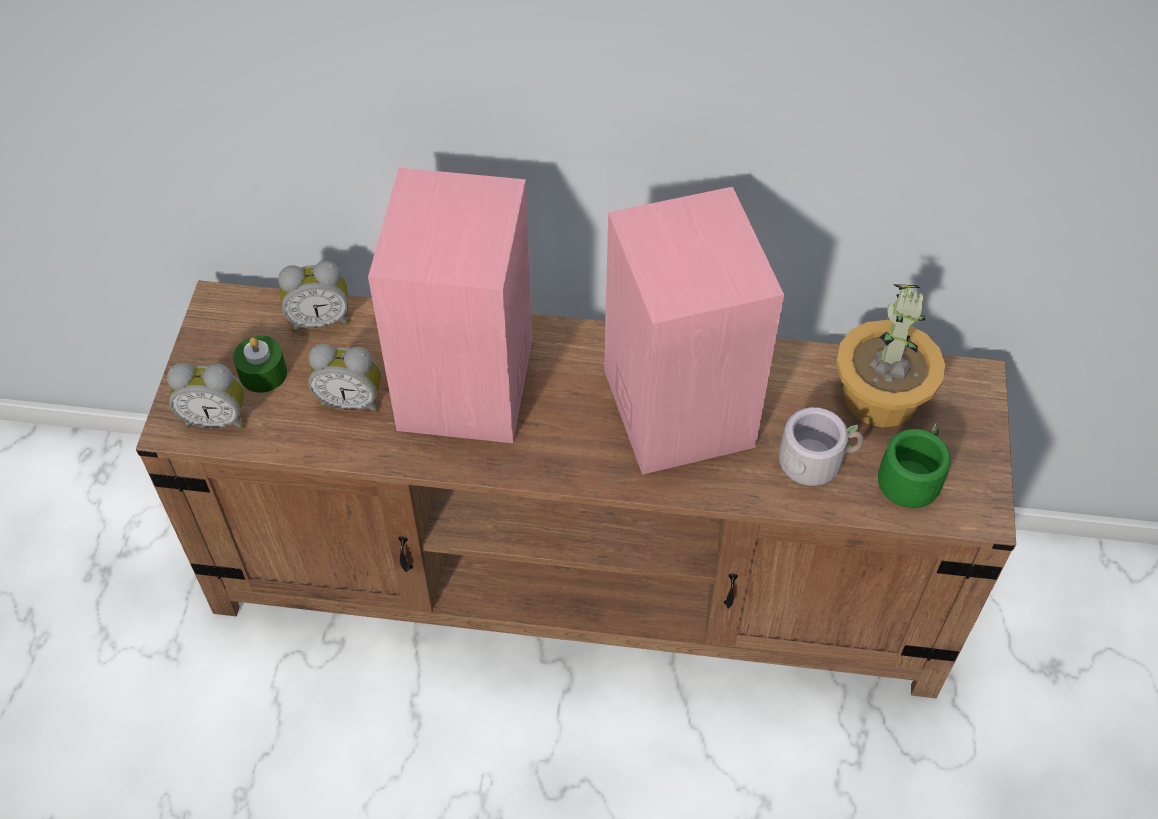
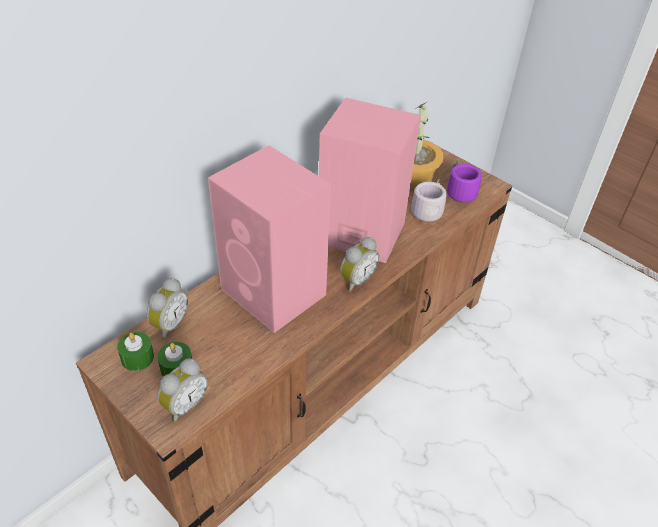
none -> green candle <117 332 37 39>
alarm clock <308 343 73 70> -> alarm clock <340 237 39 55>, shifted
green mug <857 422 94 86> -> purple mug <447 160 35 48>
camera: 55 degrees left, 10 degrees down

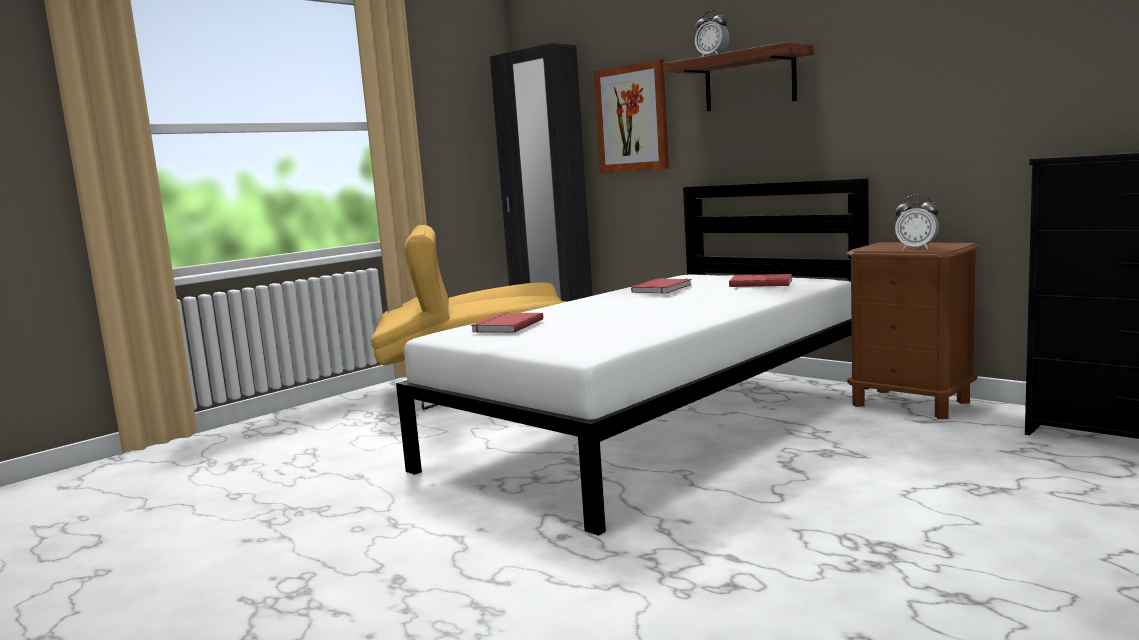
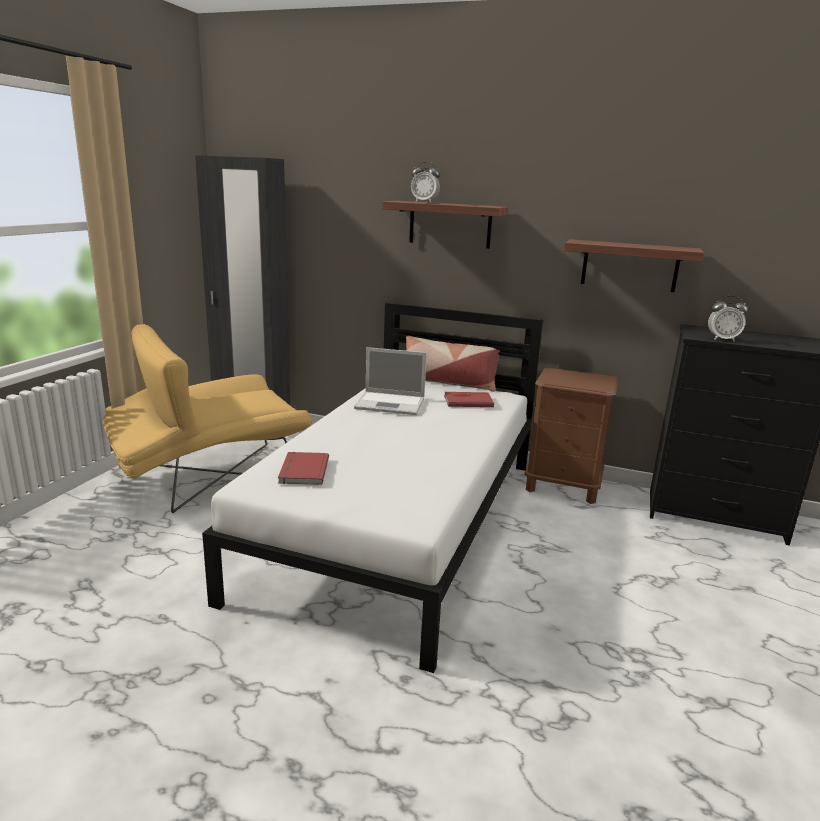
picture <594 60 75 113> -> none
none -> pillow <406 336 94 56>
none -> shelf <564 239 140 53>
alarm clock <895 195 44 55> -> alarm clock <708 296 40 46>, shifted
red book <631 279 61 15> -> laptop <354 347 73 68>
camera: 25 degrees left, 10 degrees up

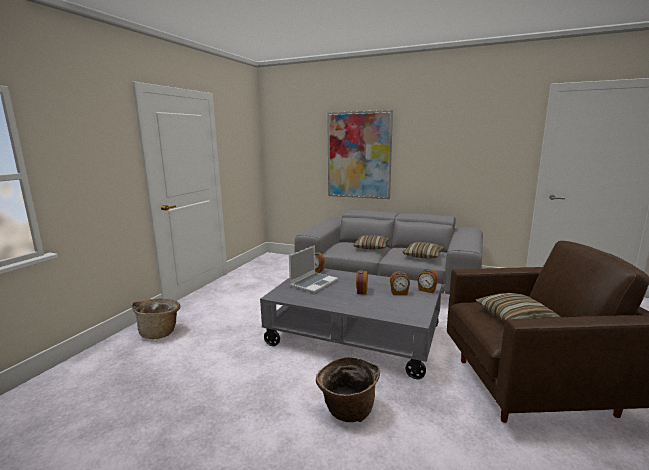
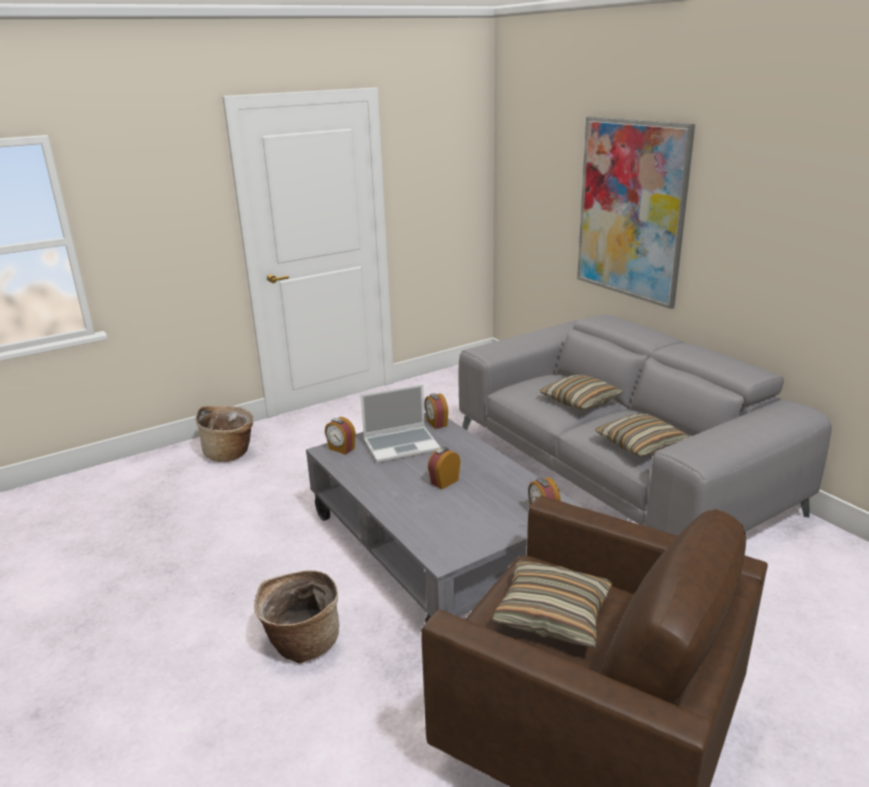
alarm clock <390 271 20 24> -> alarm clock <325 417 31 38>, shifted
camera: 35 degrees right, 10 degrees up

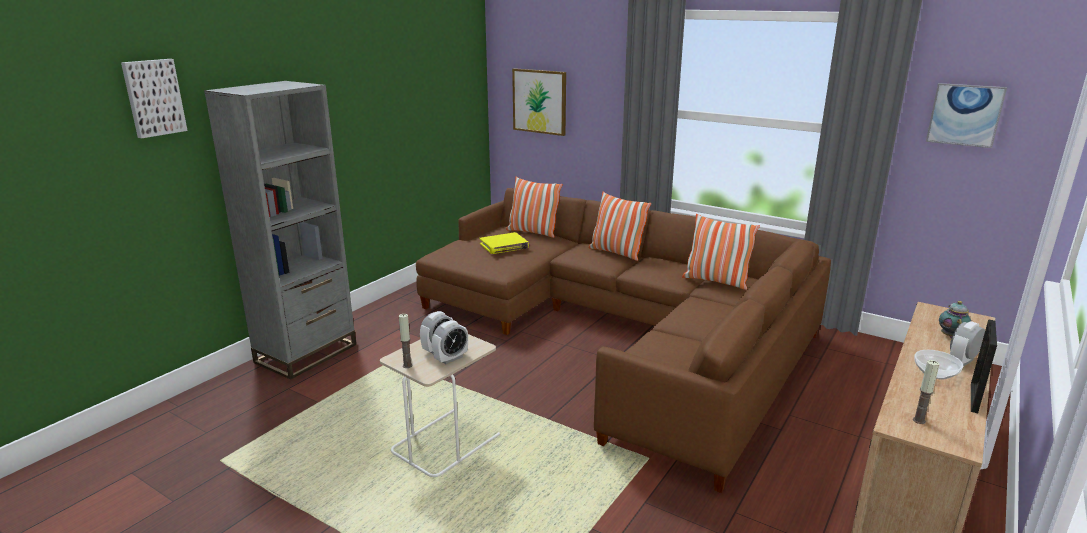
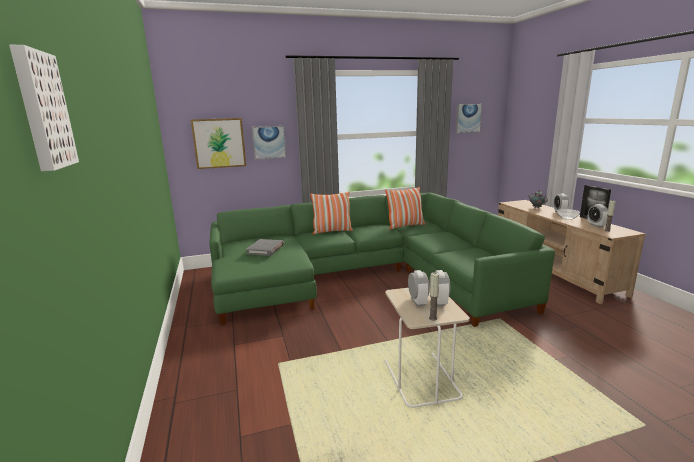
grey bookcase <204 81 152 299> -> none
pillow <506 177 57 61> -> none
none -> picture <252 126 34 34>
none -> alarm clock <588 204 20 24>
brown sofa <416 188 415 305> -> green sofa <210 193 345 134>
yellow book <480 232 49 22> -> grey book <246 239 38 17>
camera: 50 degrees left, 5 degrees down

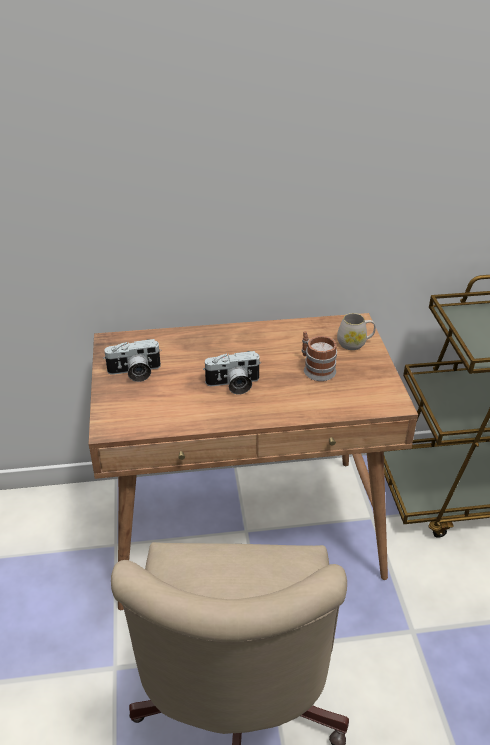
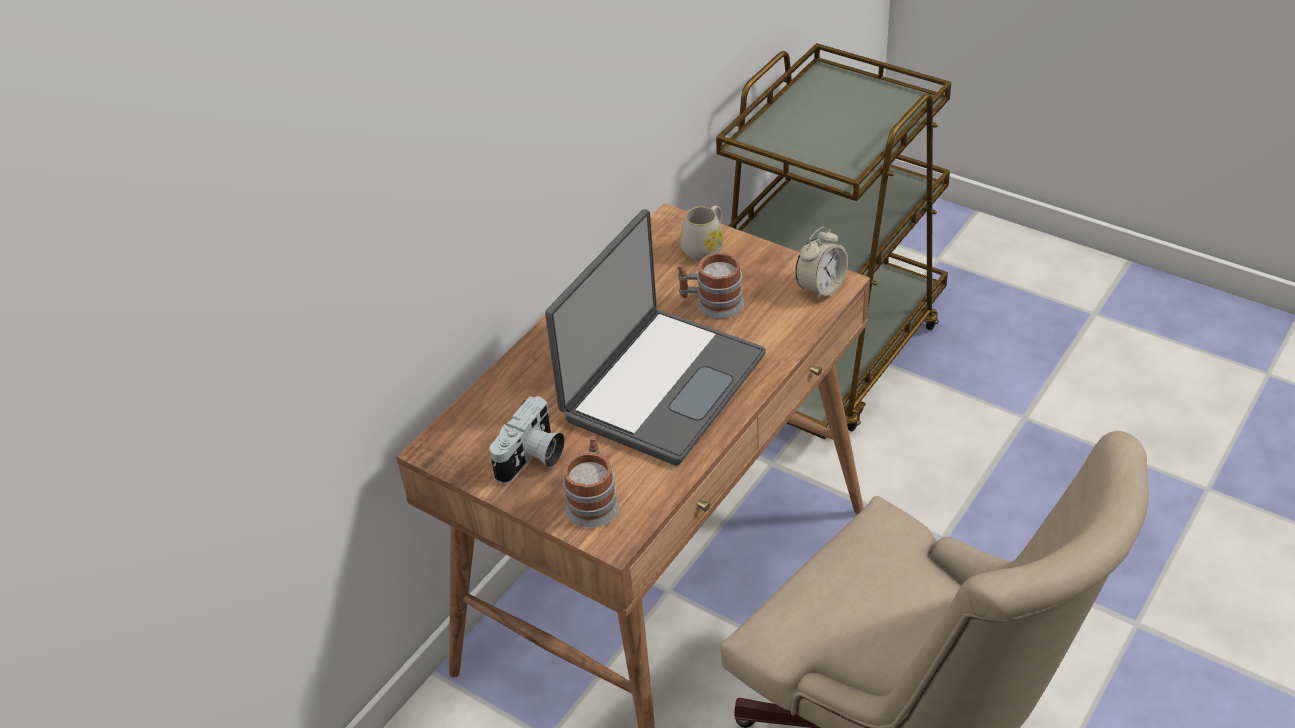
none -> mug <563 436 56 92>
none -> alarm clock <795 226 53 75>
photo camera <203 351 58 44> -> laptop <545 209 221 257>
camera: 45 degrees left, 5 degrees up

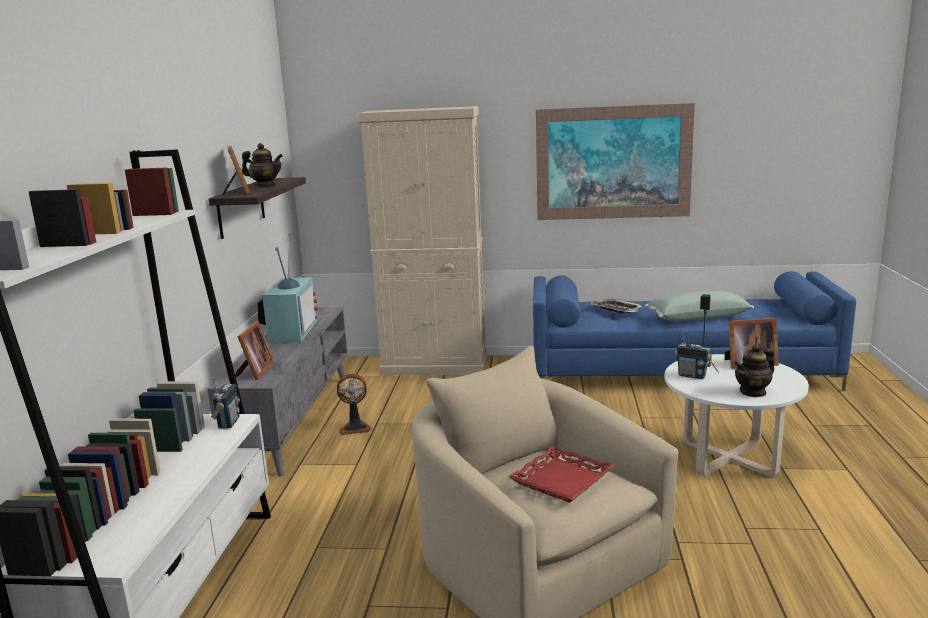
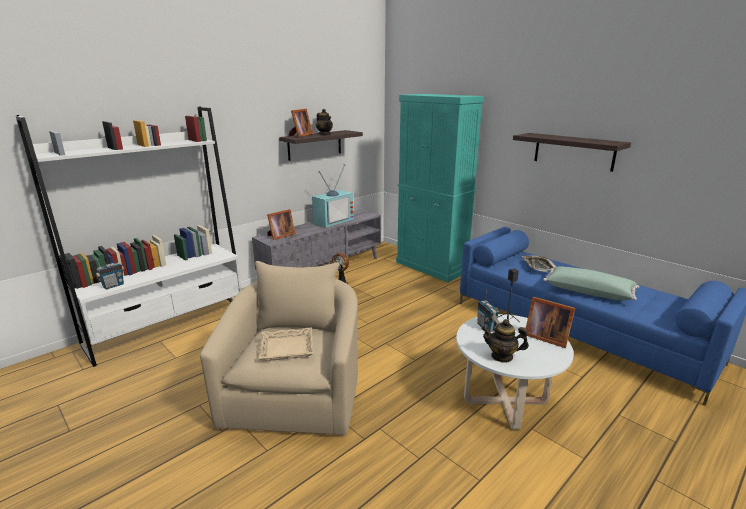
radio <211 377 29 52> -> radio <95 257 29 32>, shifted
picture <536 103 159 117> -> shelf <513 133 118 39>
beige cabinet <358 106 129 269> -> turquoise cabinet <396 94 88 188>
red tray <508 445 107 58> -> beige tray <258 328 56 33>
camera: 40 degrees right, 5 degrees up

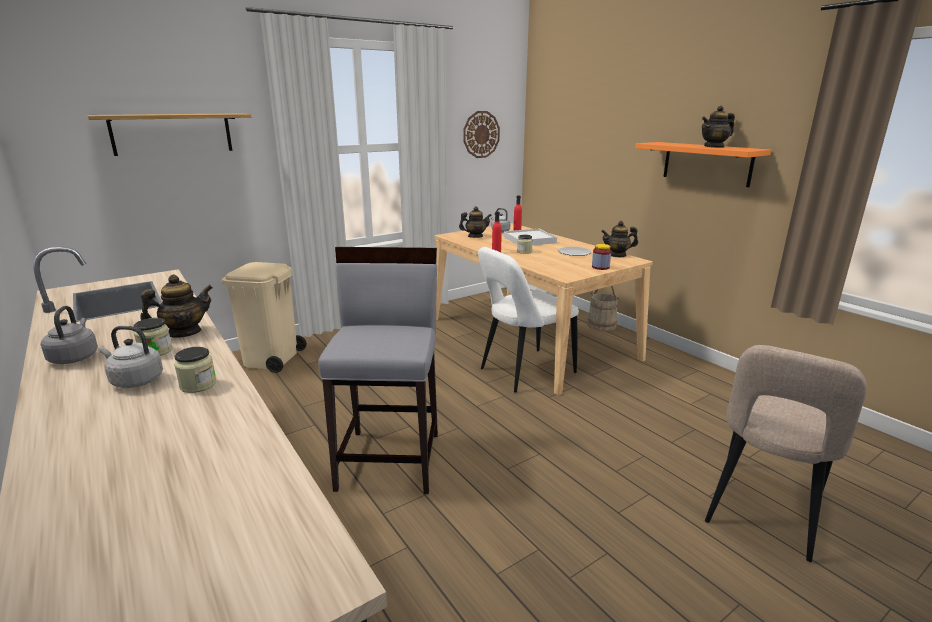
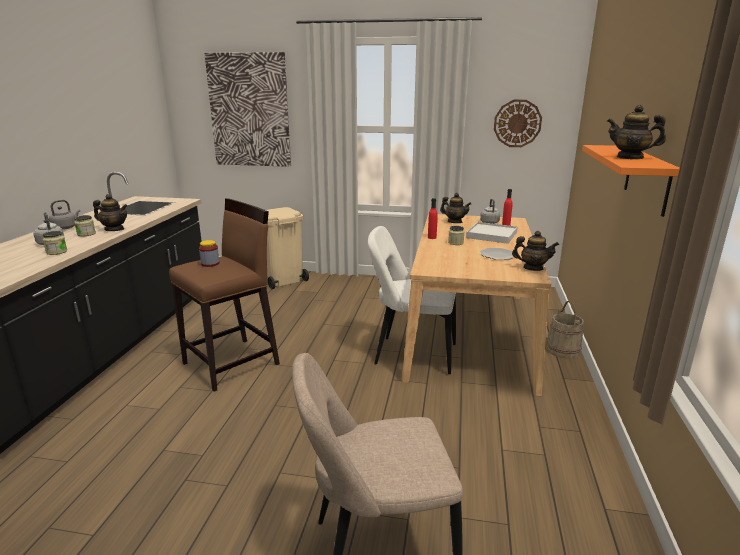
jar <592 244 19 26> -> jar <199 240 20 27>, shifted
shelf <87 113 164 43> -> picture <204 52 87 115>
grey stool <318 247 120 247> -> brown stool <169 198 111 194>
teapot <601 221 37 36> -> teapot <512 231 47 40>, 150 degrees clockwise
camera: 45 degrees right, 0 degrees up

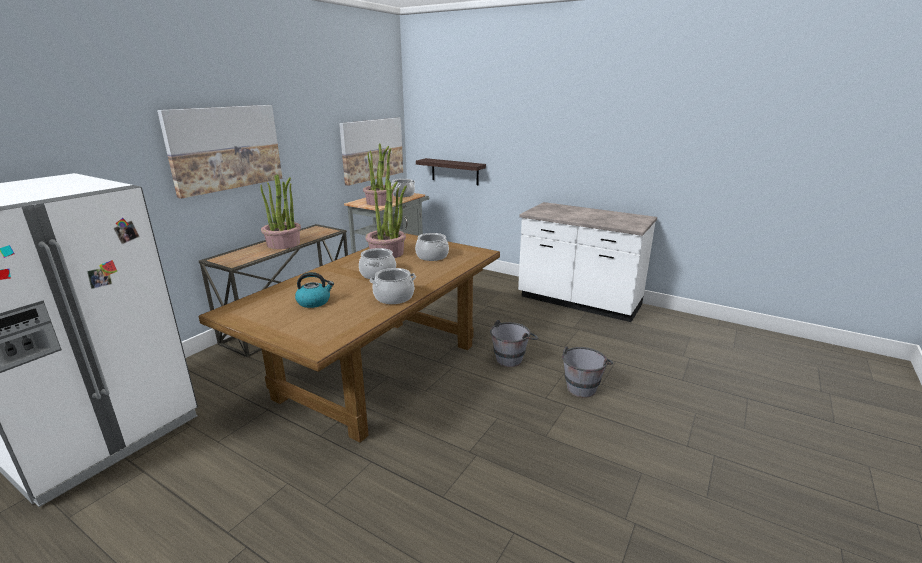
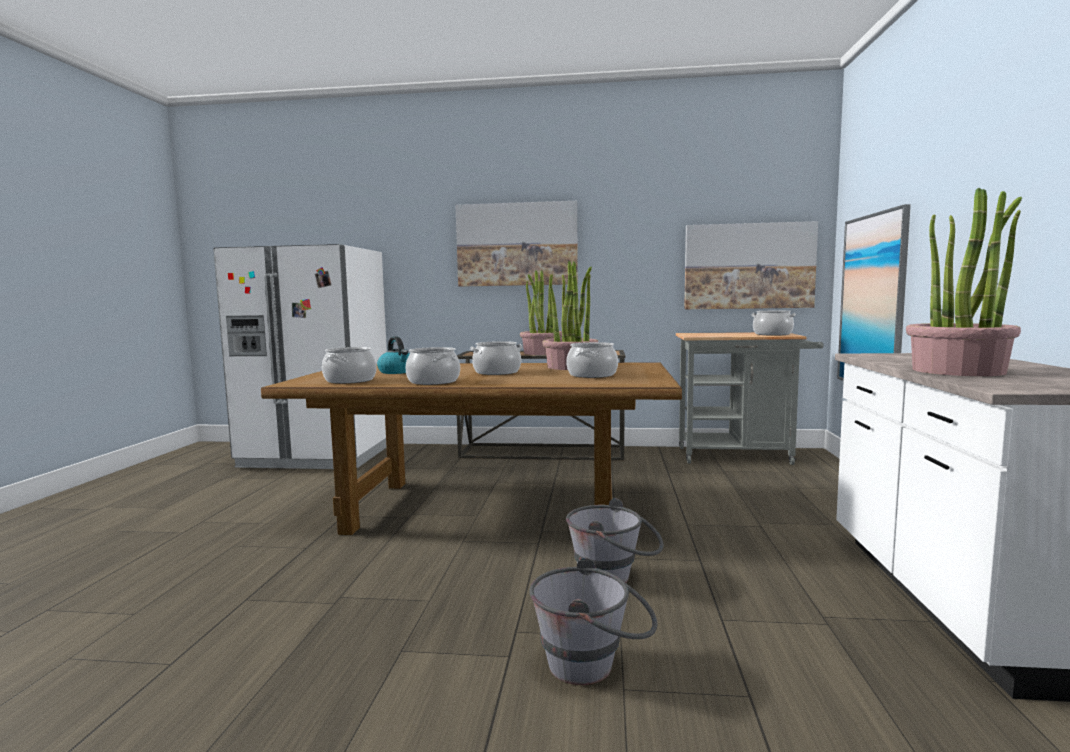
none -> cooking pot <322 347 55 37>
potted plant <363 143 31 63> -> potted plant <906 188 116 188>, shifted
shelf <416 158 70 27> -> picture <837 204 74 177>
camera: 65 degrees right, 15 degrees down

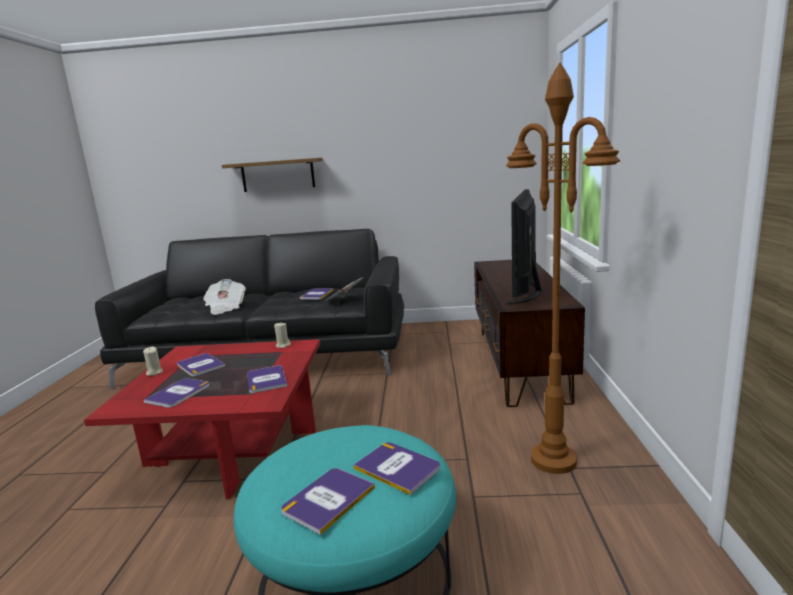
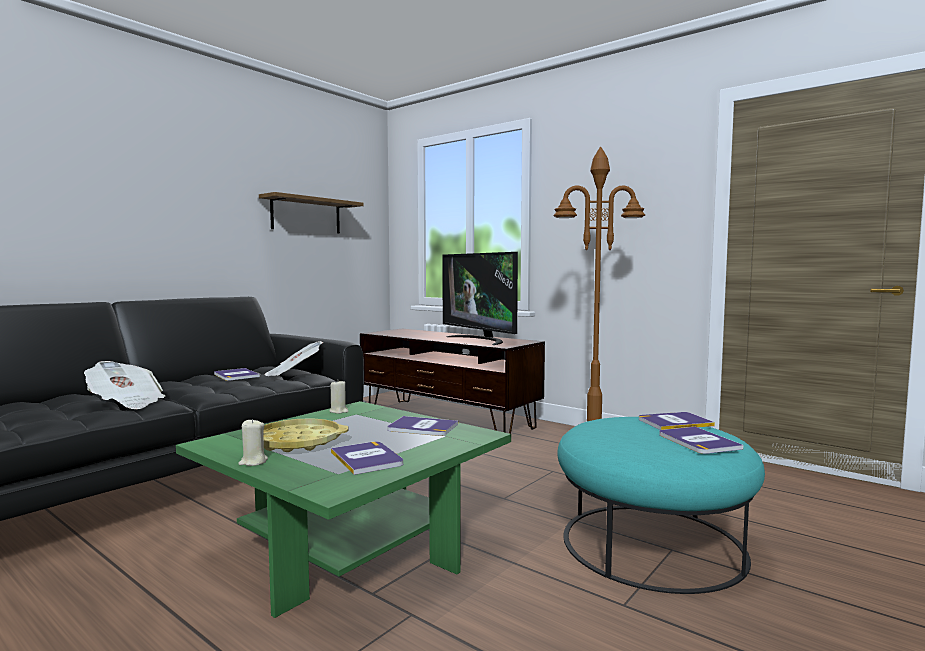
shelf <222 158 101 34> -> shelf <259 192 105 41>, shifted
book <177 353 48 24> -> yellow tray <263 418 86 34>
red coffee table <84 339 236 160> -> green coffee table <176 401 335 217>
camera: 55 degrees left, 10 degrees down

